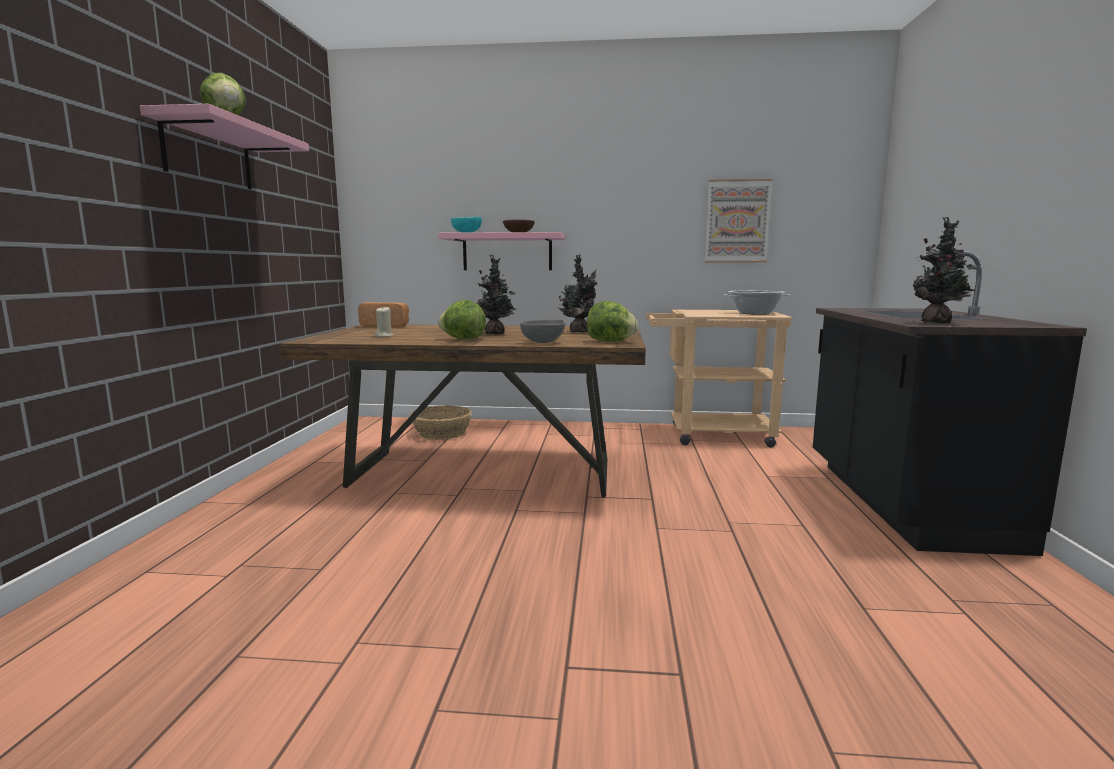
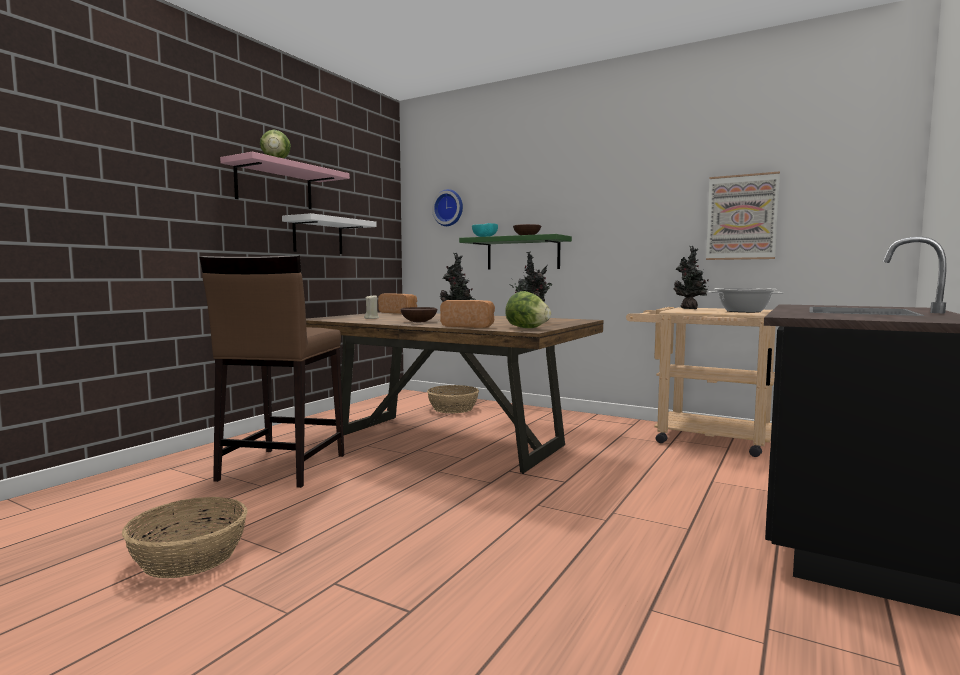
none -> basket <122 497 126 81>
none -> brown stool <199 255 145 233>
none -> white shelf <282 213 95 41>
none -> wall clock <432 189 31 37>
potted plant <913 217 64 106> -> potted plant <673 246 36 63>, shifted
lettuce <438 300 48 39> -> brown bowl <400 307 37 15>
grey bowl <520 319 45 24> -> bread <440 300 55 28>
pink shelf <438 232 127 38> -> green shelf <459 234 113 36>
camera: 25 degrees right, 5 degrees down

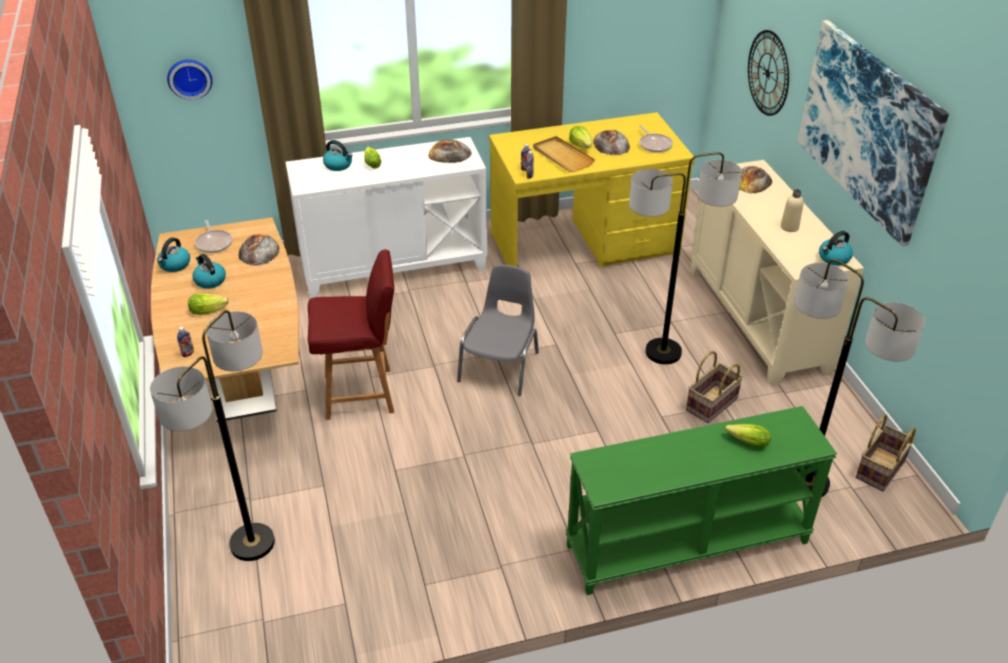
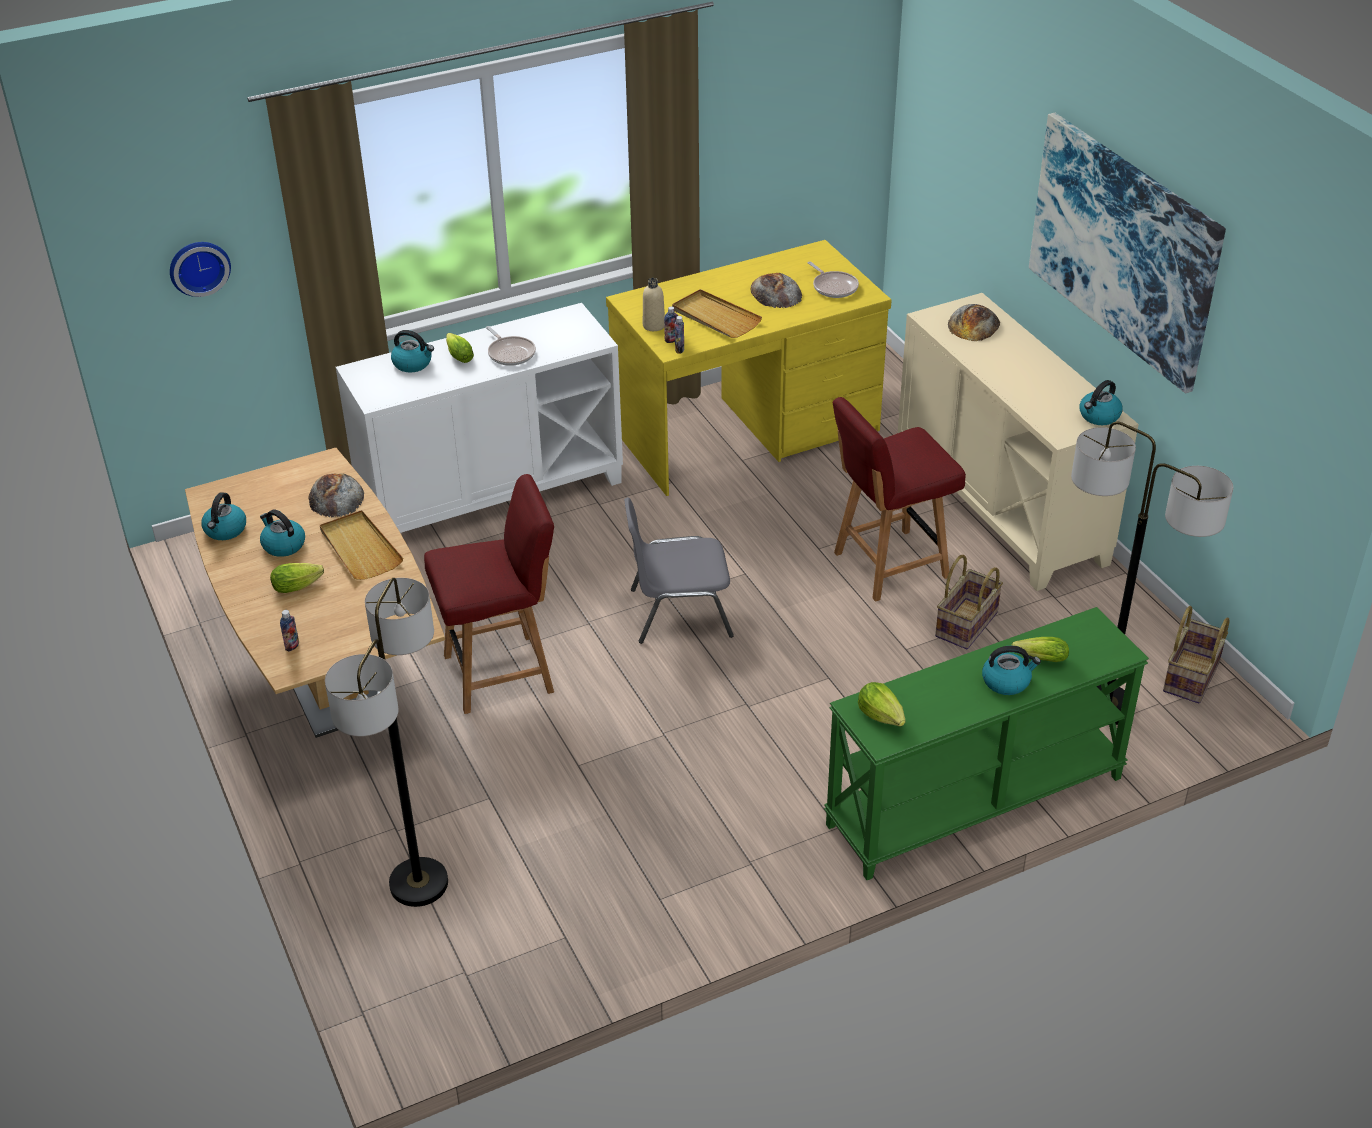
bread <428 139 44 24> -> none
wall clock <748 30 41 86> -> none
none -> beige tray <320 510 83 70>
none -> kettle <982 646 59 49>
frying pan <195 220 38 33> -> frying pan <486 326 50 40>, shifted
lettuce <569 126 23 22> -> lettuce <858 682 48 45>, shifted
beige bottle <781 189 22 43> -> beige bottle <643 278 22 53>, shifted
floor lamp <629 152 113 212> -> red chair <833 397 133 205>
grey chair <457 264 82 132> -> grey chair <624 497 110 147>, 105 degrees counterclockwise
camera: 10 degrees left, 0 degrees up

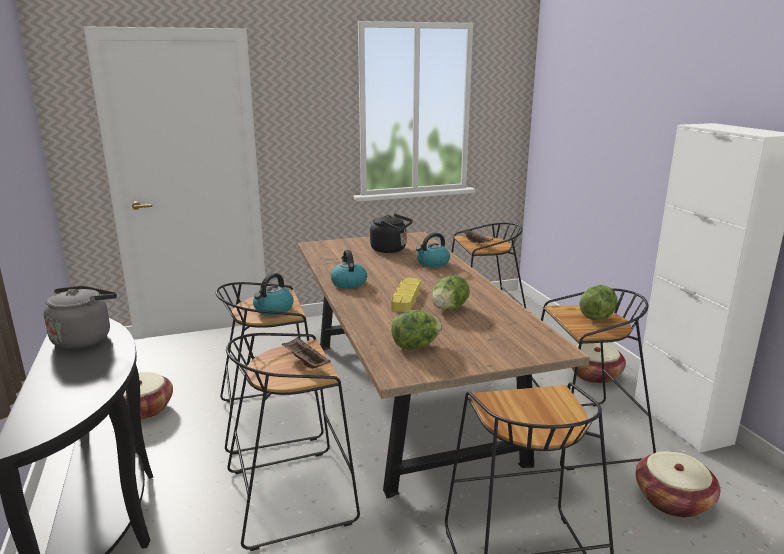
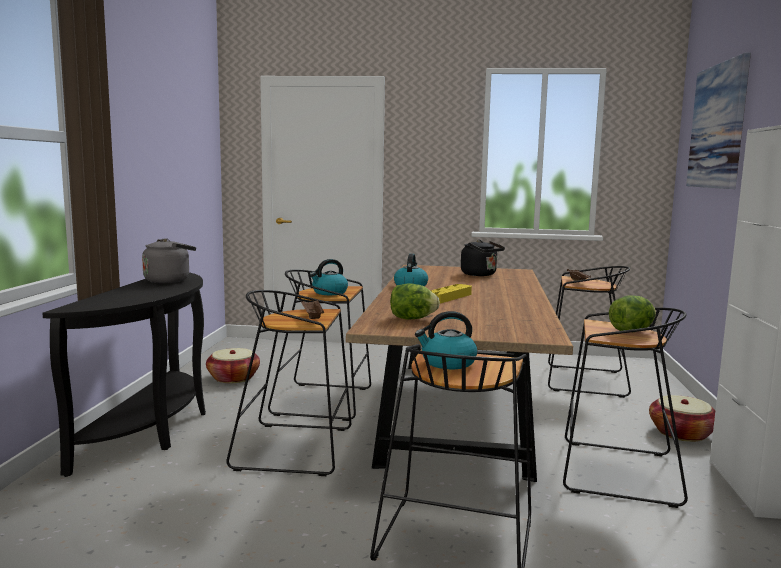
lettuce <432 276 38 34> -> none
basket <636 451 84 67> -> none
none -> picture <686 53 65 136>
kettle <416 233 34 35> -> kettle <415 311 62 58>, shifted
camera: 25 degrees right, 10 degrees down

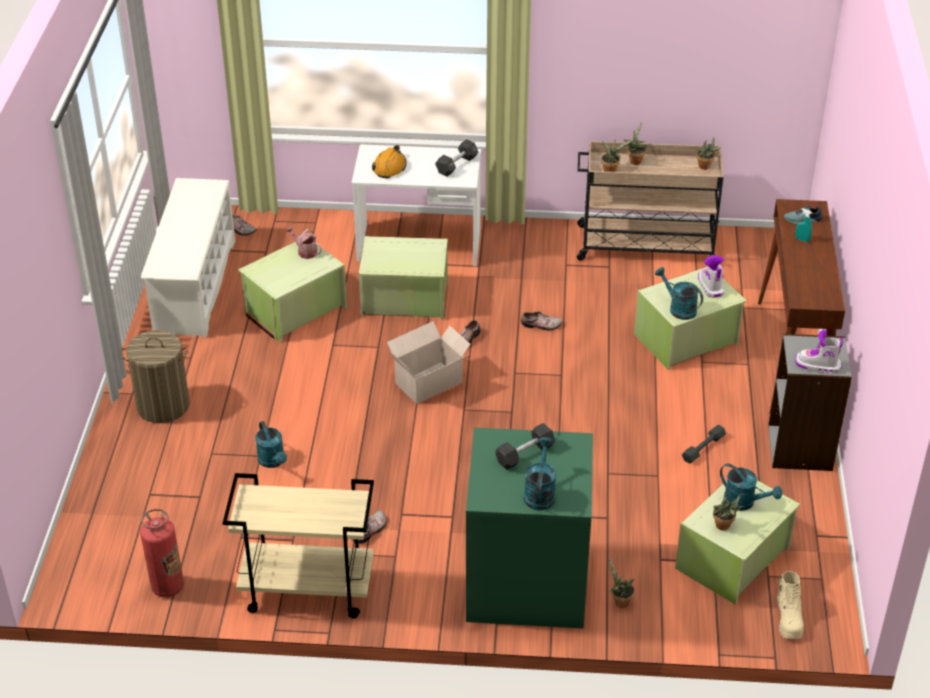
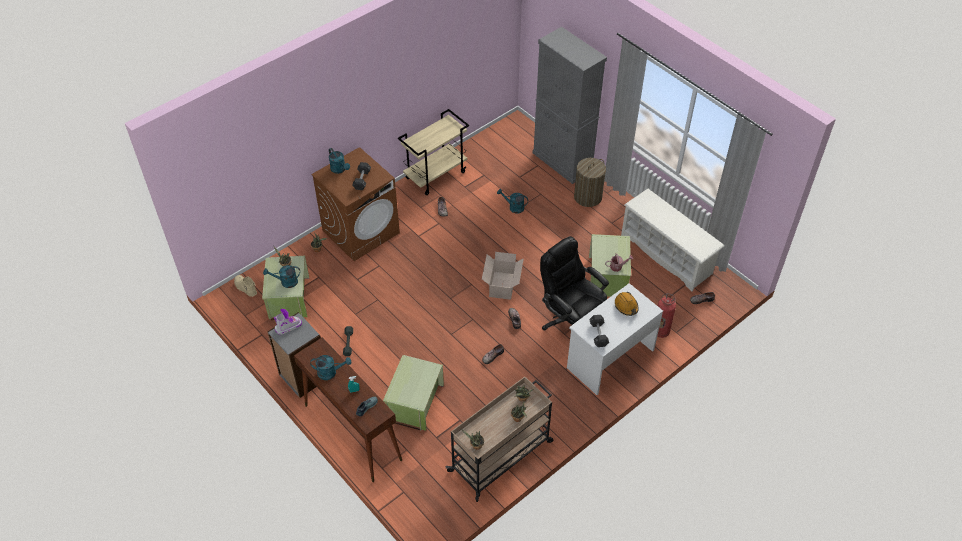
boot <698 255 26 43> -> none
none -> grey cabinet <533 27 74 157>
fire extinguisher <140 509 44 89> -> fire extinguisher <657 293 19 45>, shifted
turquoise watering can <655 267 48 53> -> turquoise watering can <310 355 42 25>, shifted
green storage box <359 236 89 84> -> black office chair <540 236 69 95>
green washing machine <466 428 127 201> -> brown washing machine <311 147 89 114>
camera: 135 degrees right, 10 degrees up

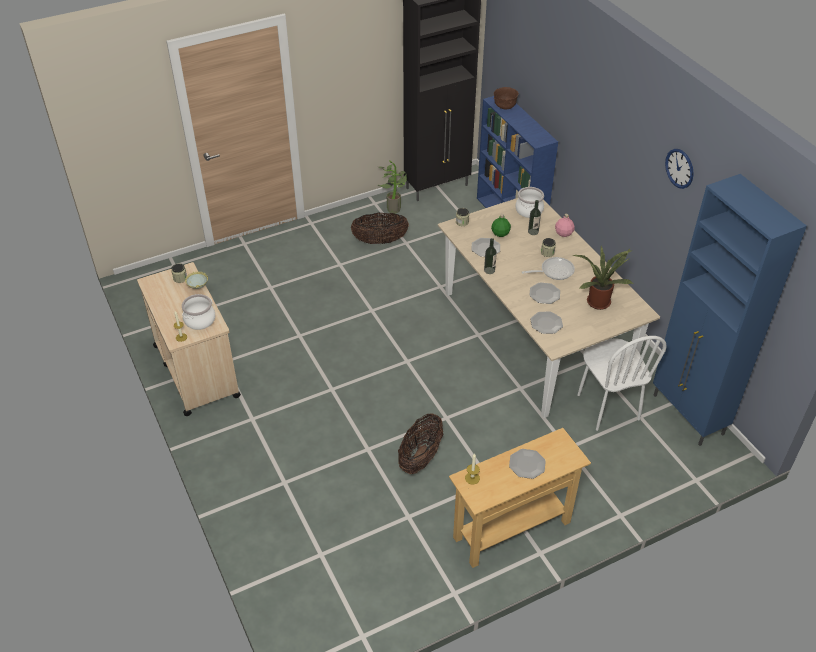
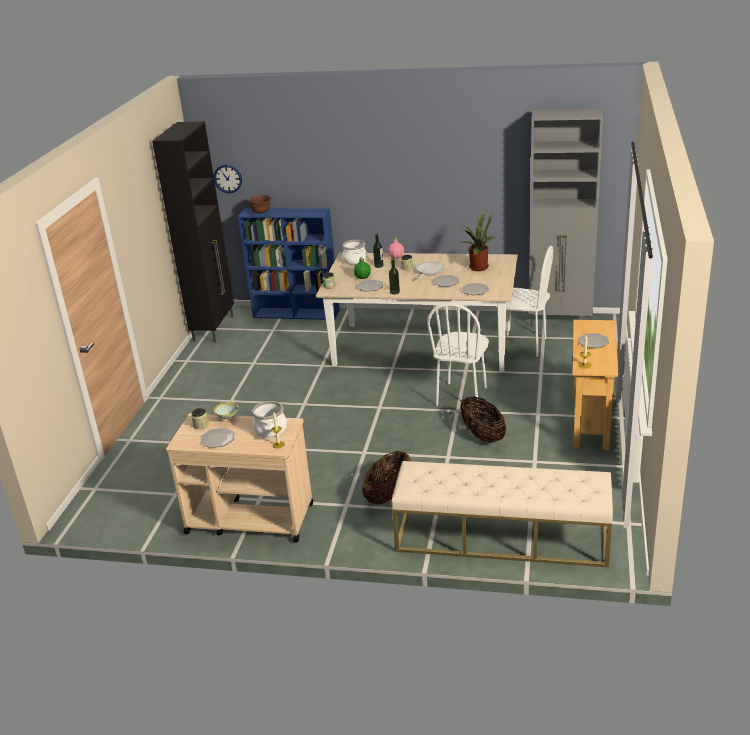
potted plant <378 160 29 53> -> none
none -> plate <200 428 34 20>
none -> beige bench <392 461 221 106>
none -> white chair <427 303 62 103>
basket <351 213 58 31> -> basket <362 451 49 53>, shifted
wall clock <665 149 29 40> -> wall clock <214 165 28 28>, shifted
blue cabinet <653 174 154 272> -> grey cabinet <529 108 74 218>
camera: 50 degrees left, 15 degrees down

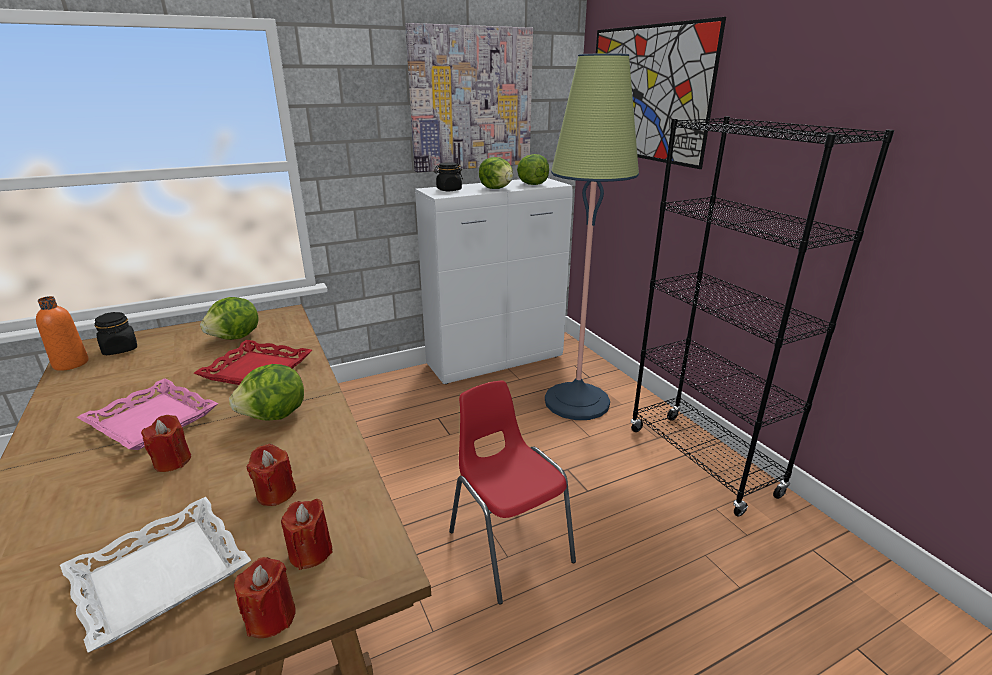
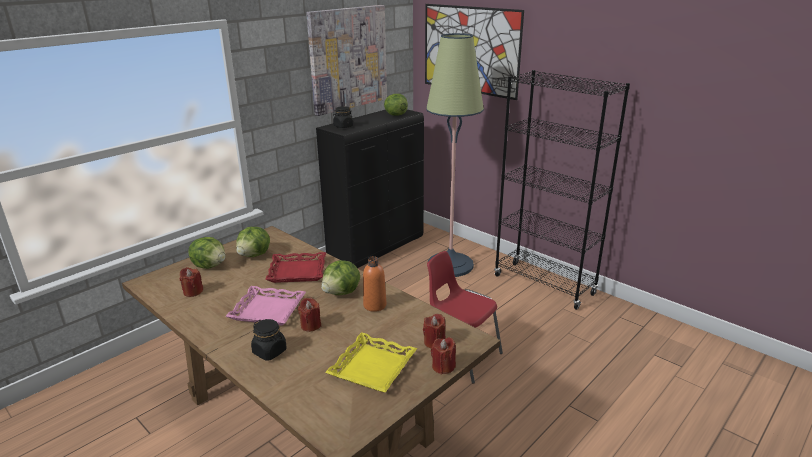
orange bottle <36 296 53 75> -> orange bottle <363 256 24 56>, shifted
black jar <95 312 42 43> -> black jar <251 319 36 42>, shifted
red candle <246 444 50 62> -> red candle <180 267 23 30>, shifted
lettuce <479 157 34 32> -> lettuce <188 237 37 32>, shifted
white tray <60 497 191 156> -> yellow tray <325 332 92 61>
white cabinet <415 178 158 206> -> black cabinet <316 110 108 158>
camera: 20 degrees left, 0 degrees up

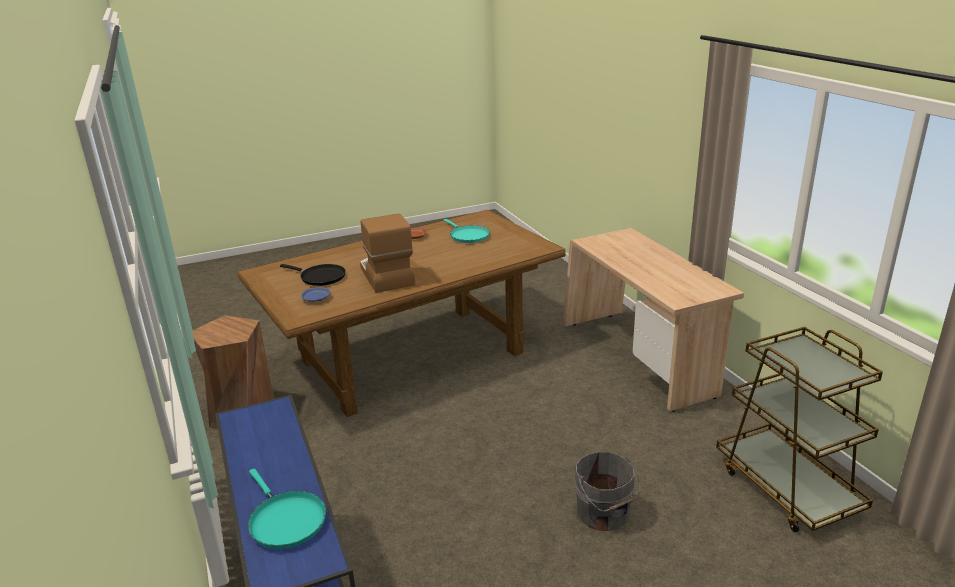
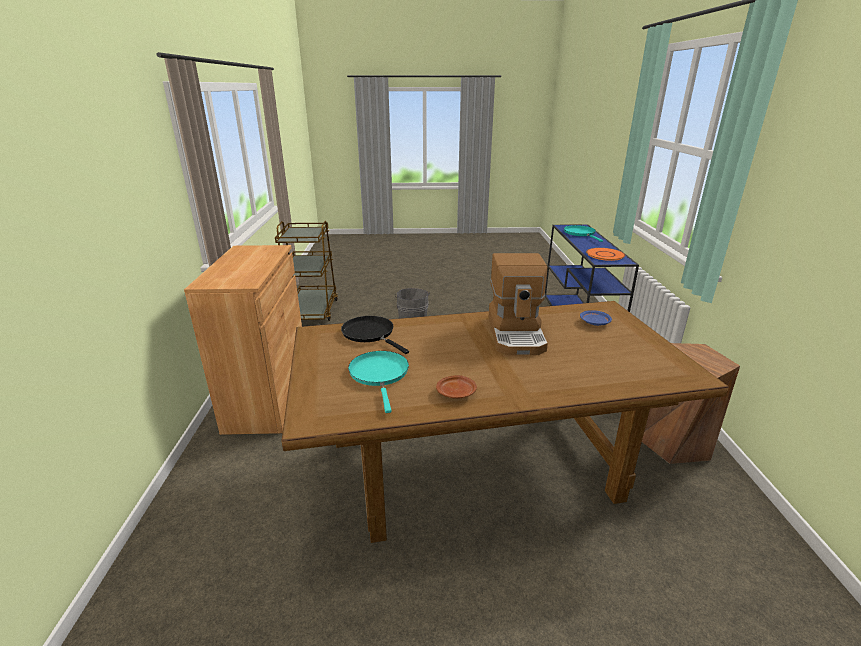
none -> orange plate <586 248 39 13>
black frying pan <280 264 66 22> -> black frying pan <341 316 68 38>, shifted
beige desk <563 228 181 184> -> brown cabinet <184 245 118 190>
camera: 160 degrees left, 0 degrees up

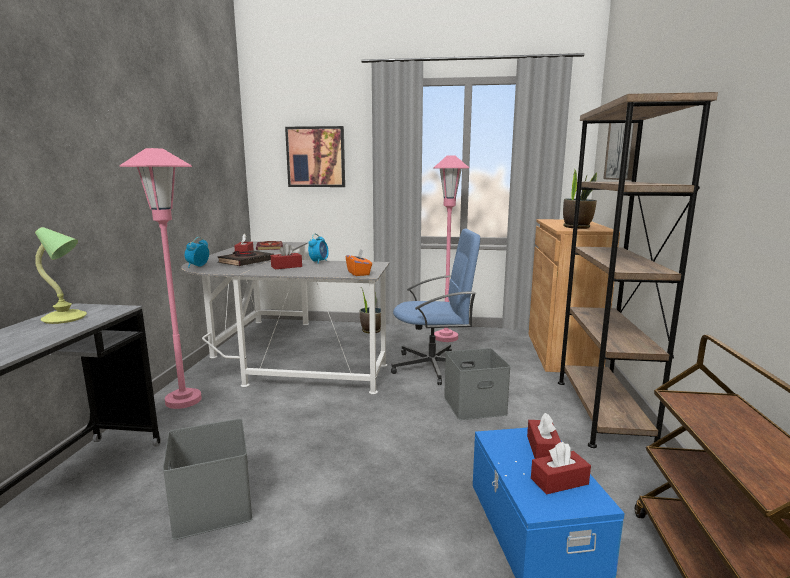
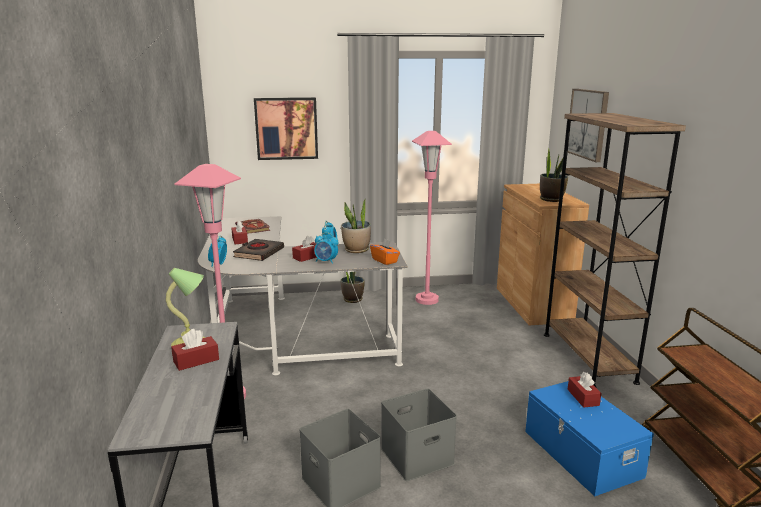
blue office chair <391 229 89 156> -> none
none -> alarm clock <314 232 24 32>
none -> potted plant <341 198 30 55>
grey storage box <444 348 67 72> -> grey storage box <381 389 76 92>, shifted
red tissue box <531 442 60 53> -> red tissue box <171 329 48 42>, shifted
camera: 15 degrees left, 5 degrees up

